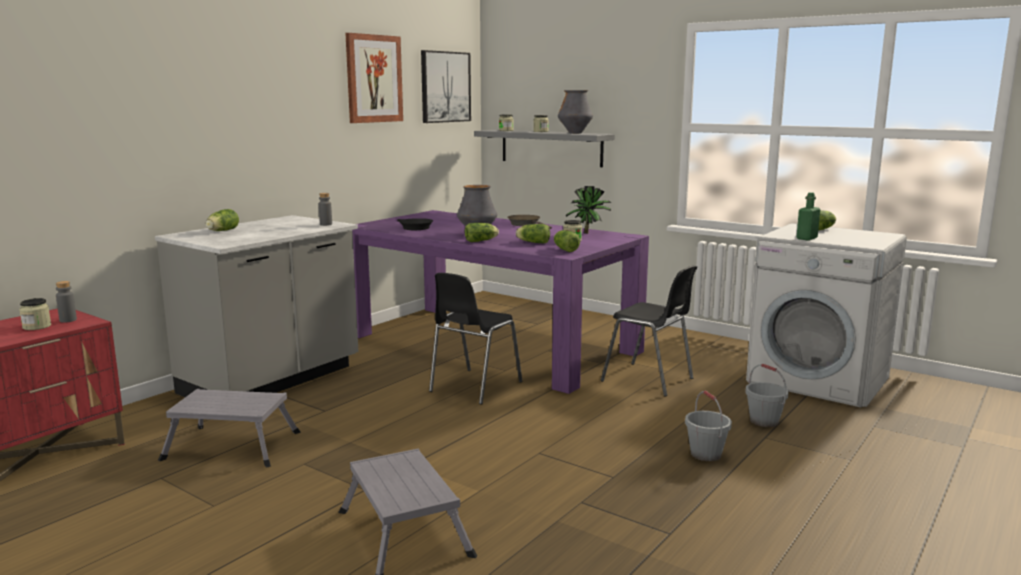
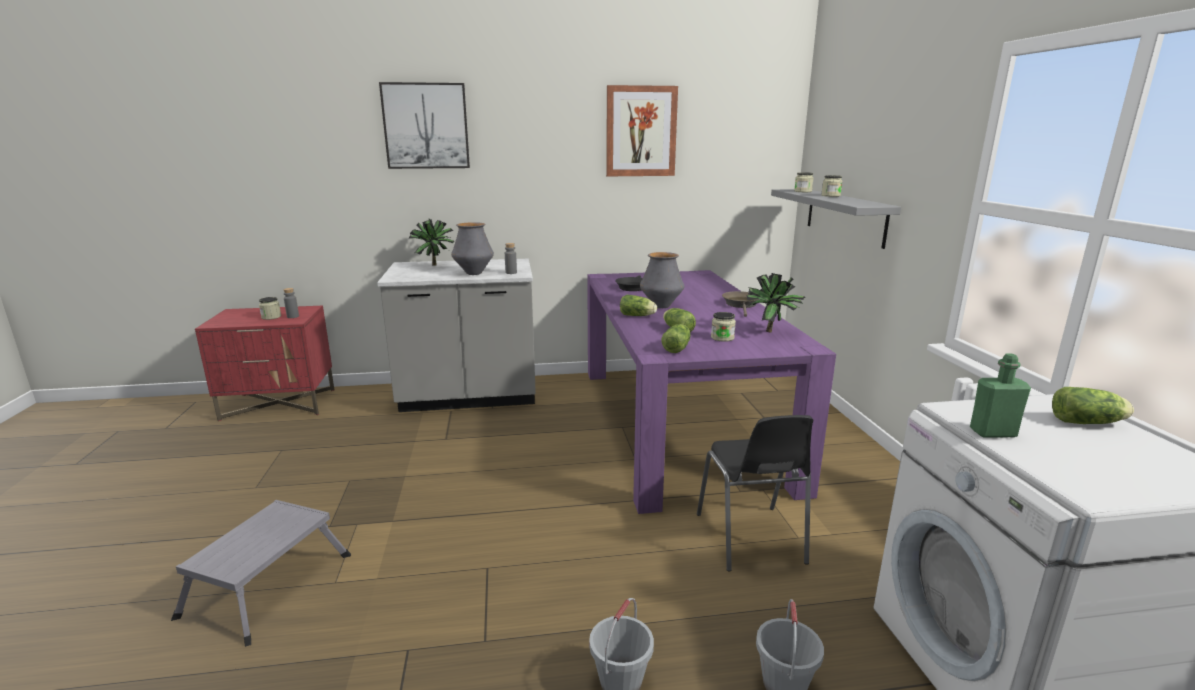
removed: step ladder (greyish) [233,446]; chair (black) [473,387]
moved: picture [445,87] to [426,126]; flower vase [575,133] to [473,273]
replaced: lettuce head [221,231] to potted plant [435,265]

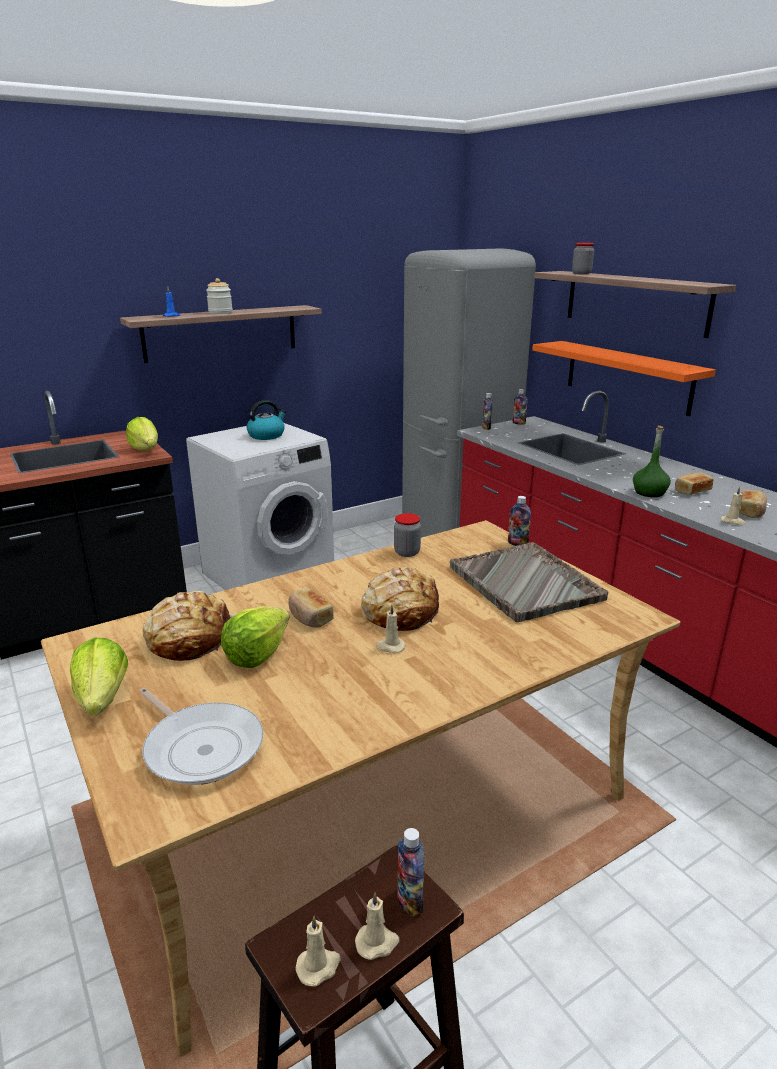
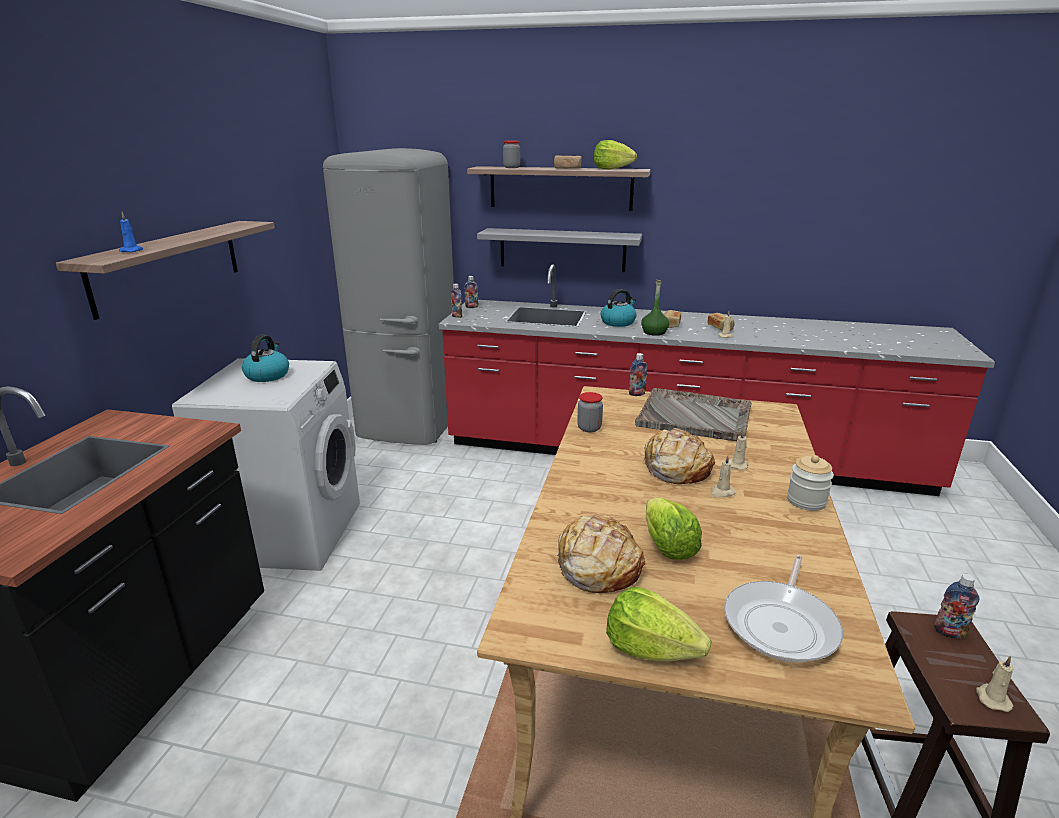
added: tea kettle [618,322]
moved: lettuce head [146,449] to [611,169]; storage jar [220,312] to [806,501]; bakery bread [310,618] to [567,168]; wax candle (beige-coloured) [377,942] to [738,465]
recoloured: bracket shelf (orangey) [627,376] to bracket shelf (greyish) [562,250]
turned: skillet [201,747] = [782,624] 120 degrees clockwise

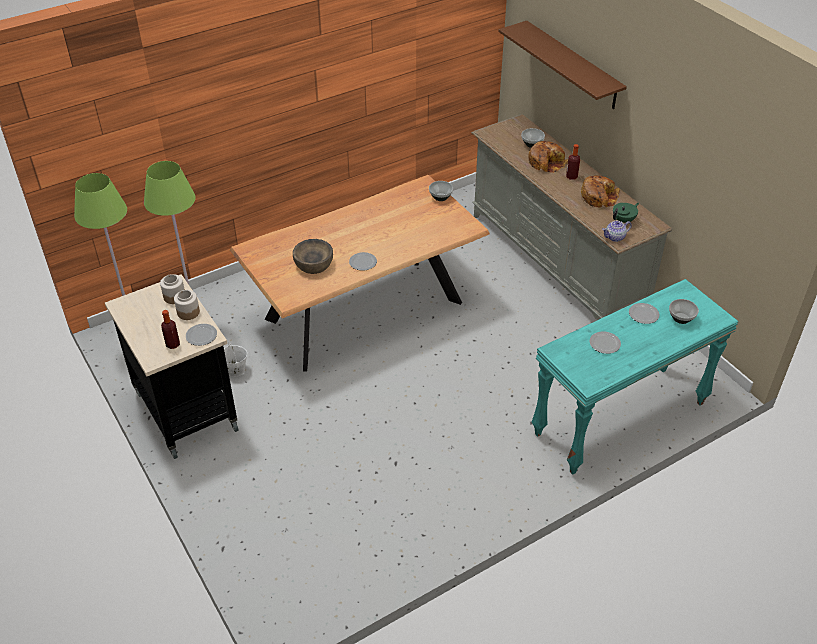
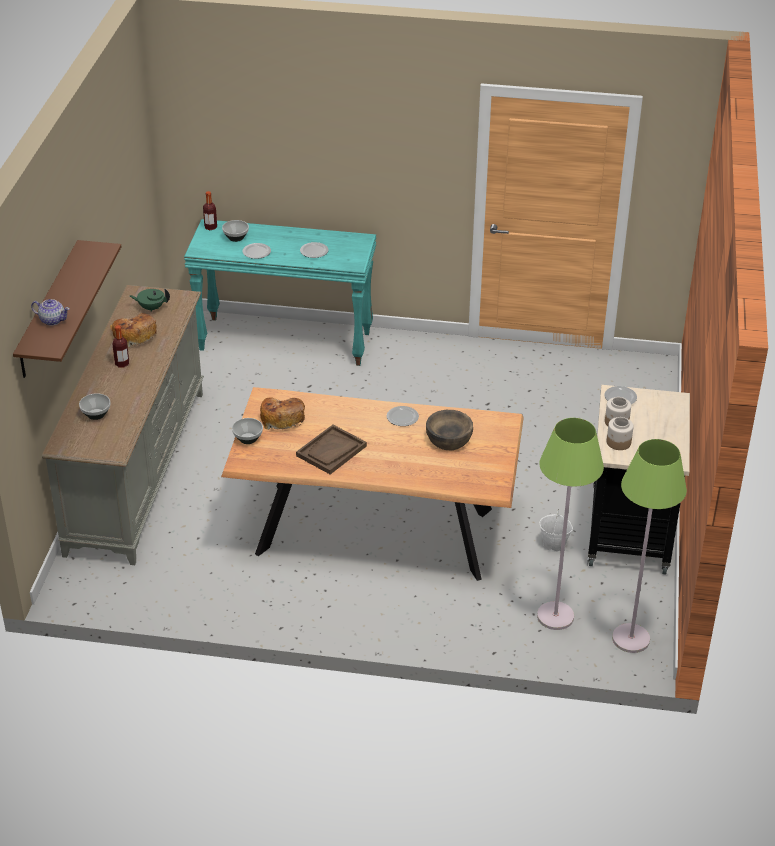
added: carrying tray (brown-coloured) [331,451]
moved: beverage bottle [173,344] to [210,227]; bakery bread [546,162] to [282,418]; teapot [615,237] to [52,320]

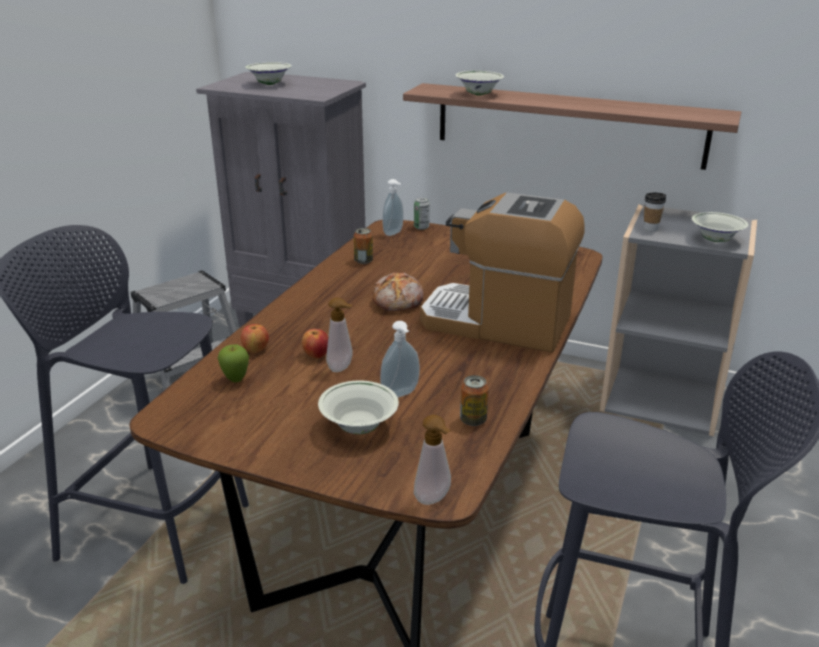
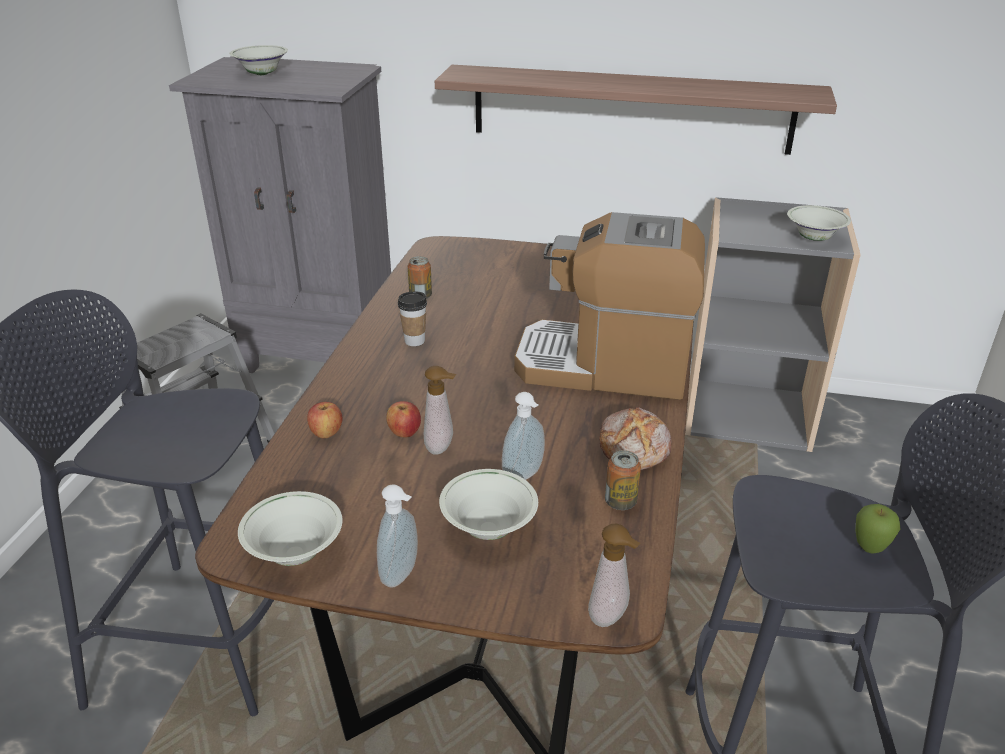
removed: sealed can [421,227]
moved: apple [236,380] to [869,549]; bakery bread [399,301] to [635,448]; soap bottle [394,233] to [402,575]; bowl (white) [478,94] to [295,553]; drinking cup [650,229] to [414,341]

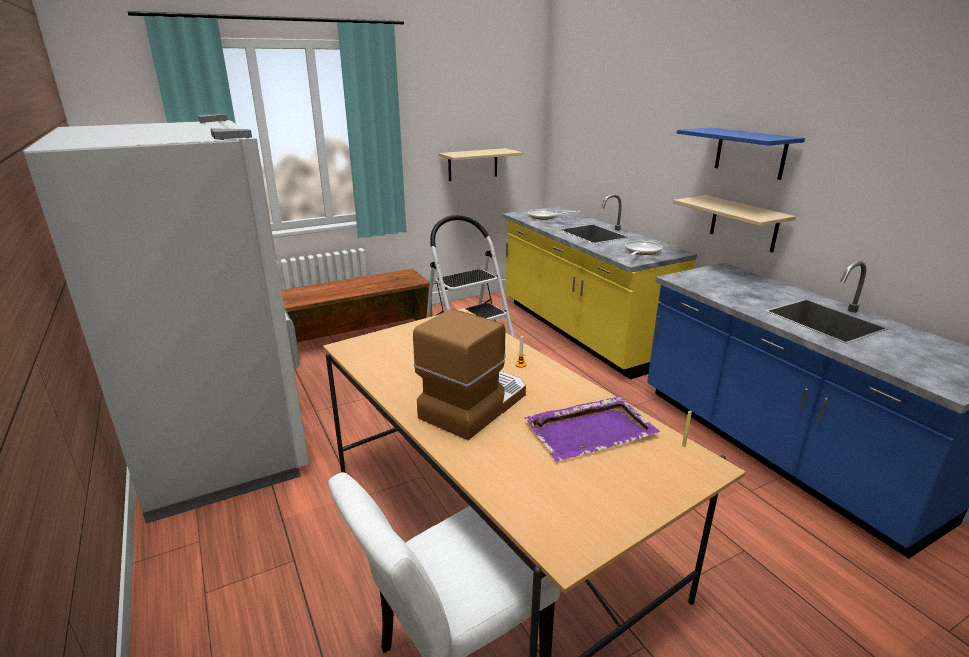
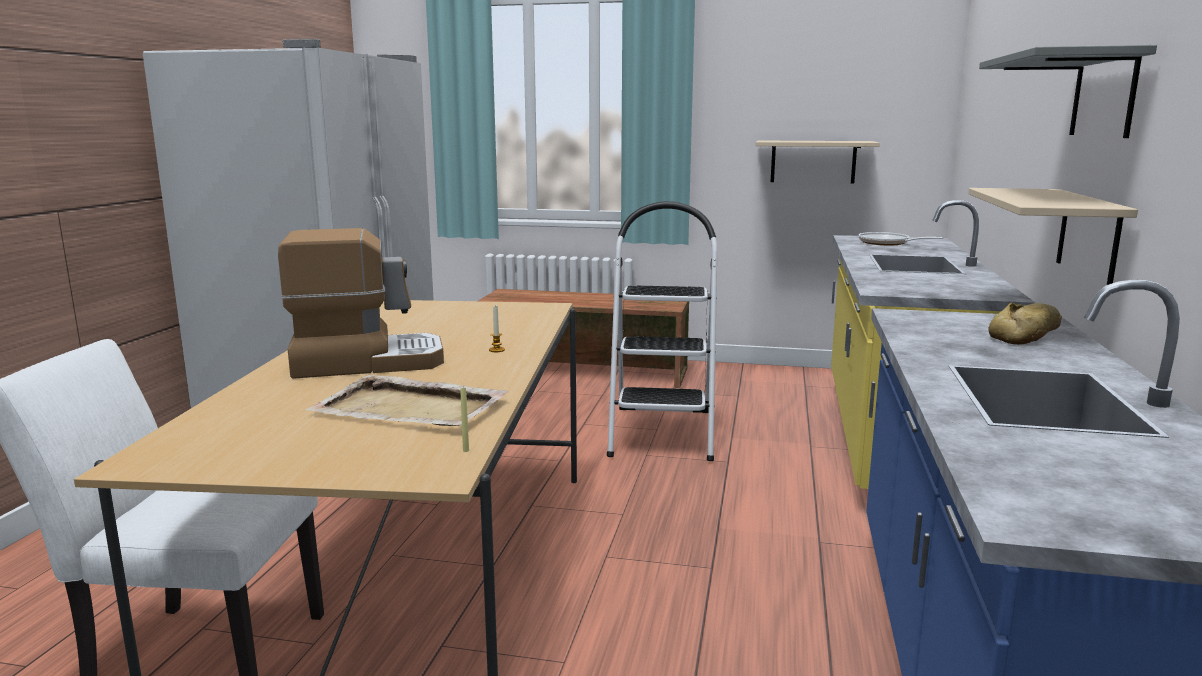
removed: skillet [641,252]
added: bakery bread [1028,334]
recoloured: carrying tray (purple-coloured) [591,430] to carrying tray (beige-coloured) [411,408]; bracket shelf (bluish) [750,153] to bracket shelf (greyish) [1103,95]

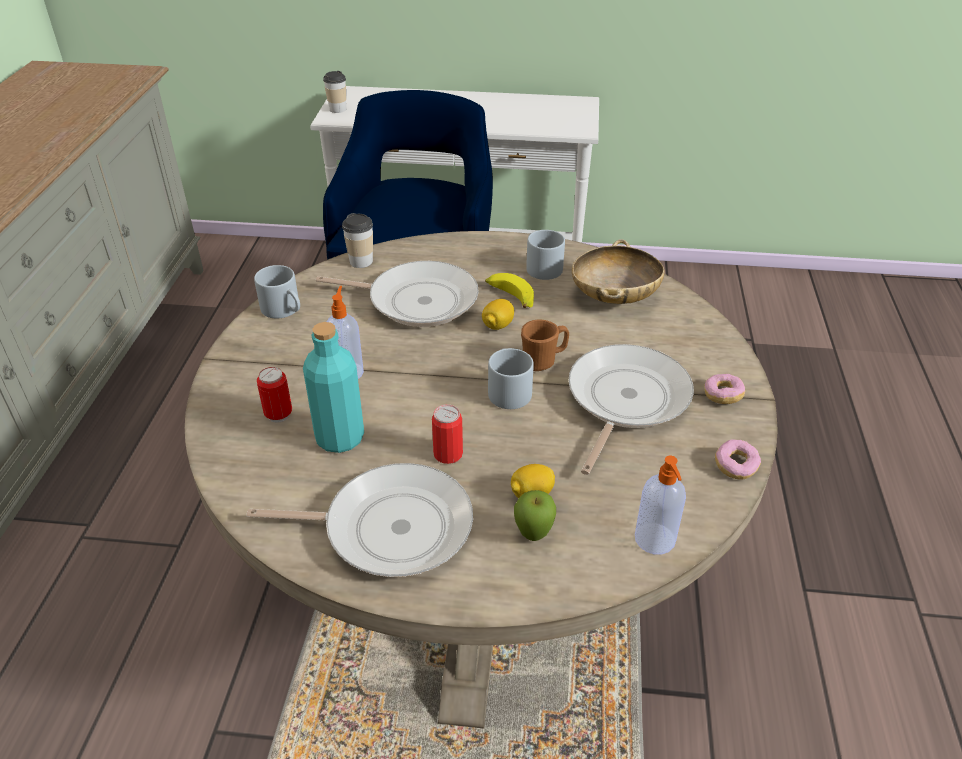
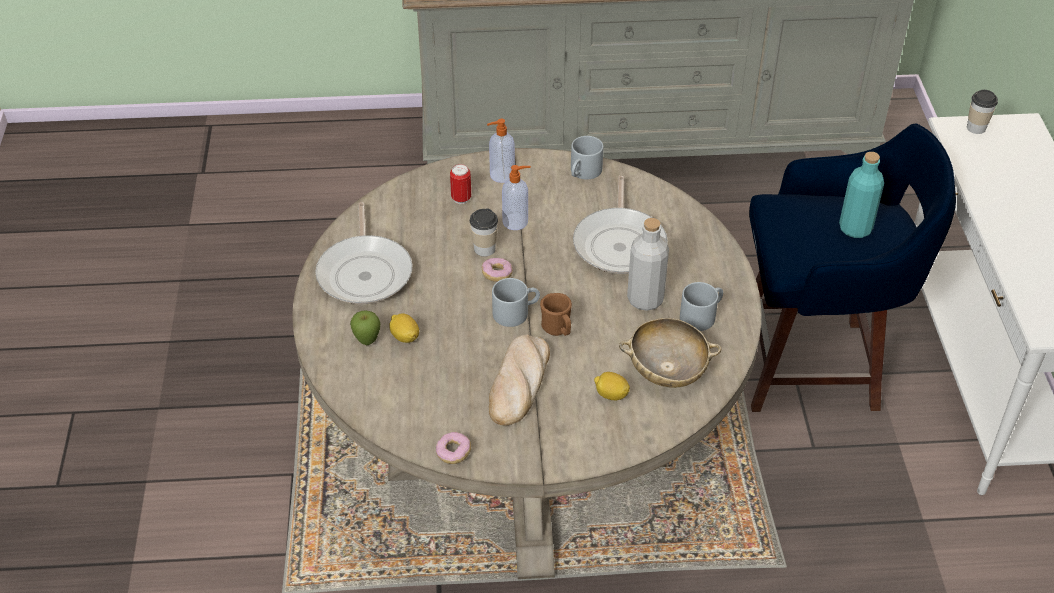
removed: sealed can [448,454]
moved: beverage bottle (blue-green) [340,438] to [855,228]; drinking cup [361,261] to [484,249]; lemon [498,326] to [611,395]; soap bottle [655,540] to [501,175]; ring doughnut [722,395] to [497,275]
replaced: banana [509,296] to beverage bottle (greyish) [645,299]; skillet [625,400] to bakery bread [519,383]

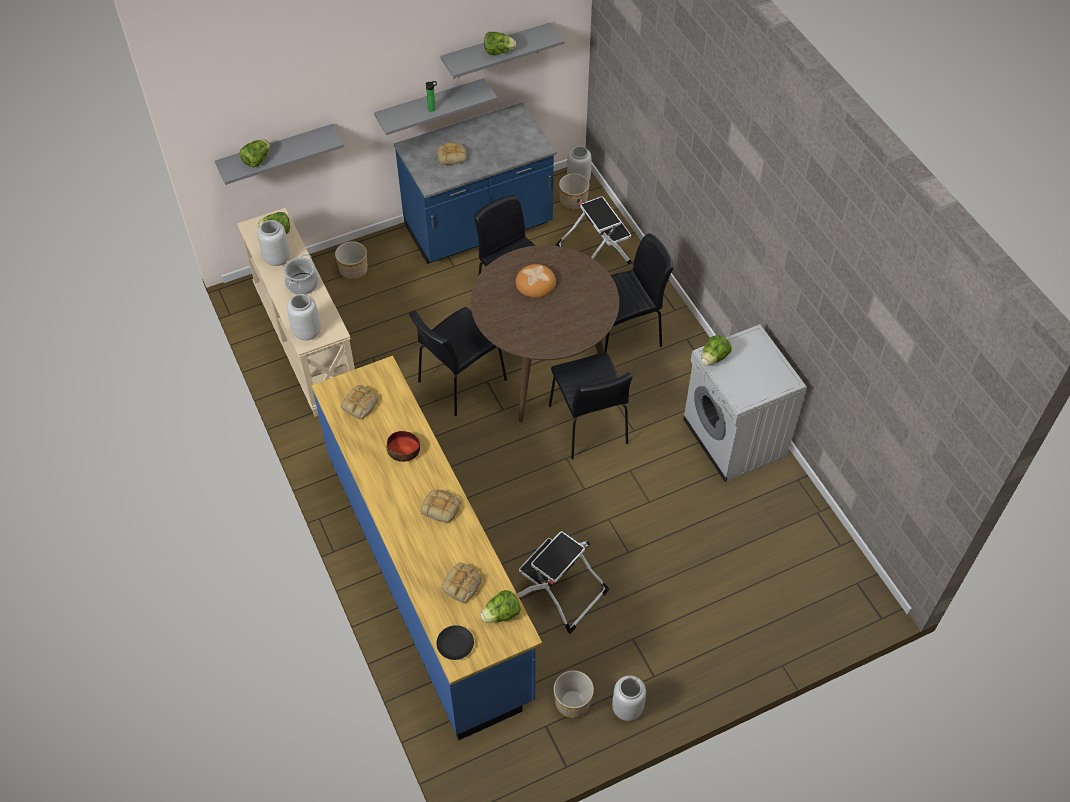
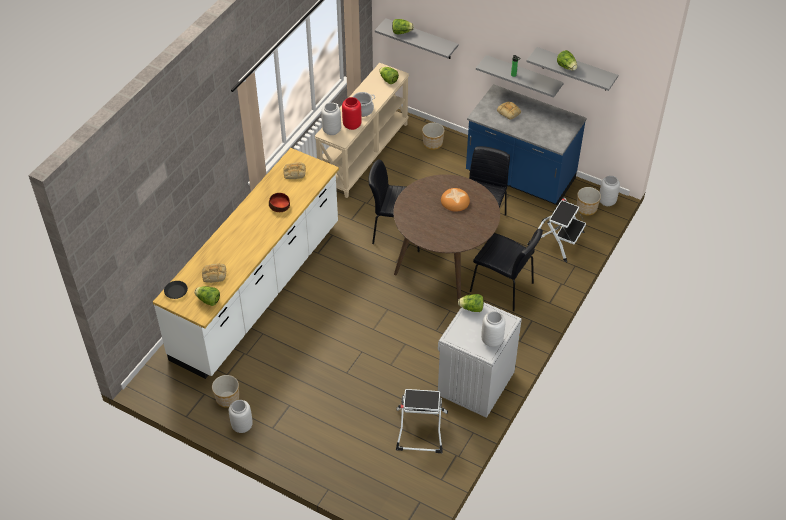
removed: bakery bread [442,507]; chair (black) [589,427]
added: flower vase (red-coloured) [352,125]
moved: flower vase (greyish) [276,258] to [491,340]; step ladder [561,590] to [420,428]
recoloured: counter (bluish) [428,575] to counter (white) [258,291]

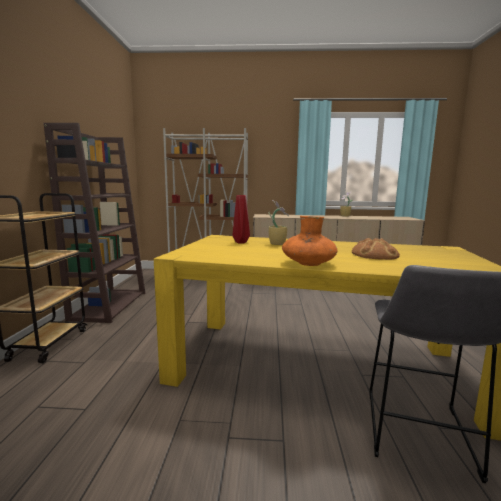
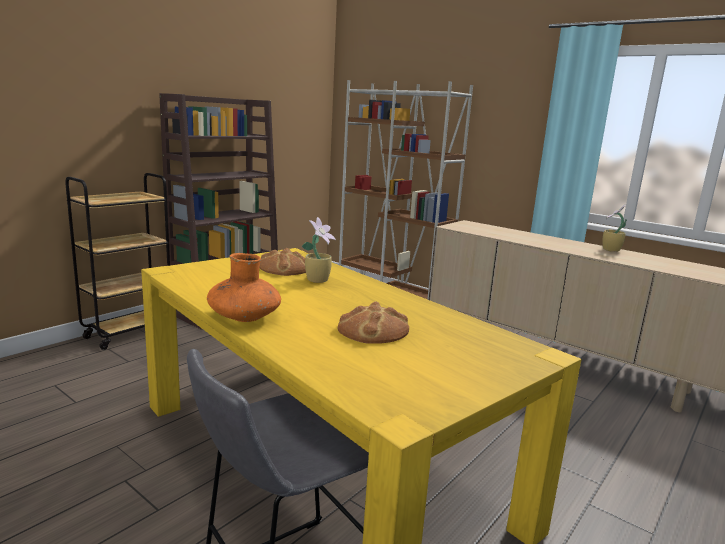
replaced: flower vase (red-coloured) [241,242] to bakery bread [285,268]

